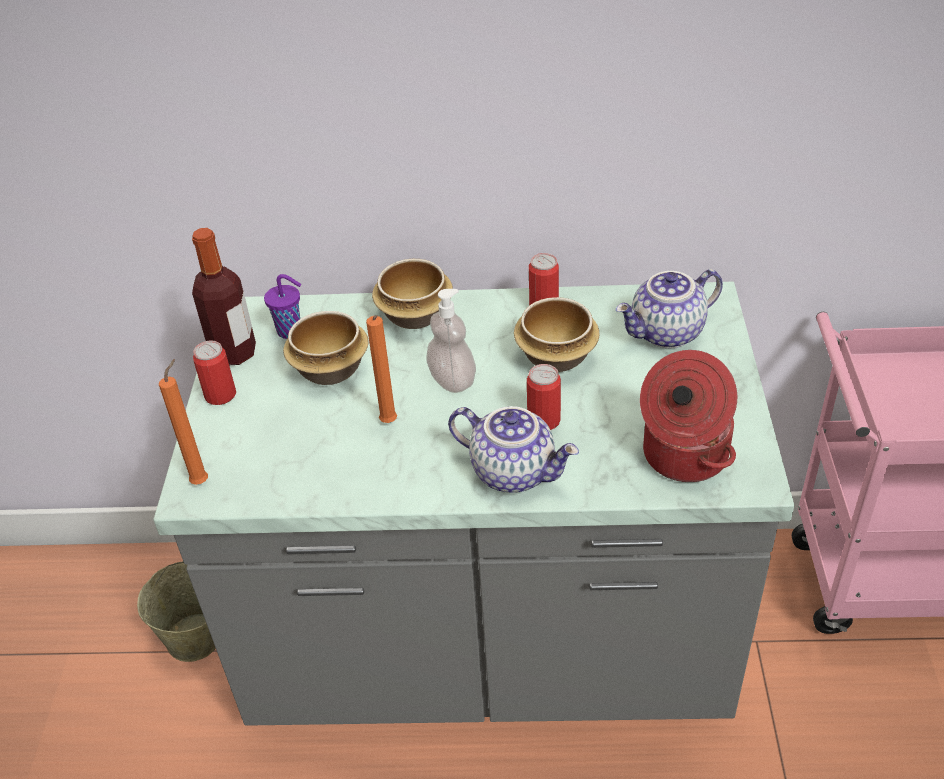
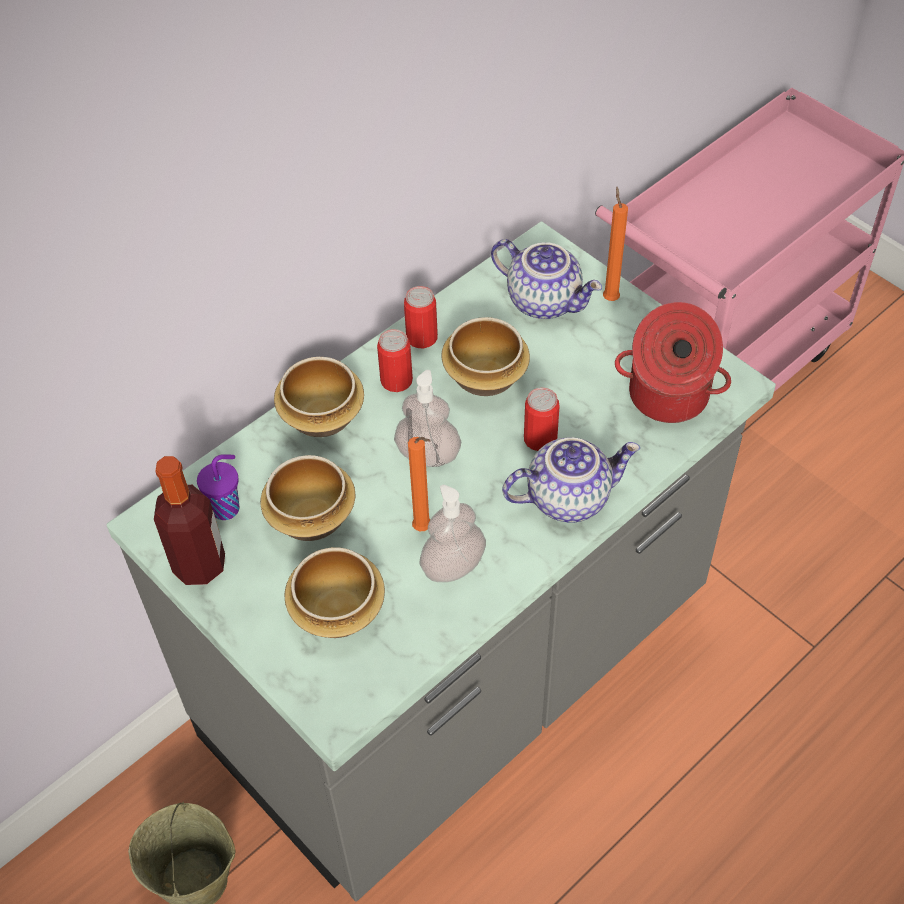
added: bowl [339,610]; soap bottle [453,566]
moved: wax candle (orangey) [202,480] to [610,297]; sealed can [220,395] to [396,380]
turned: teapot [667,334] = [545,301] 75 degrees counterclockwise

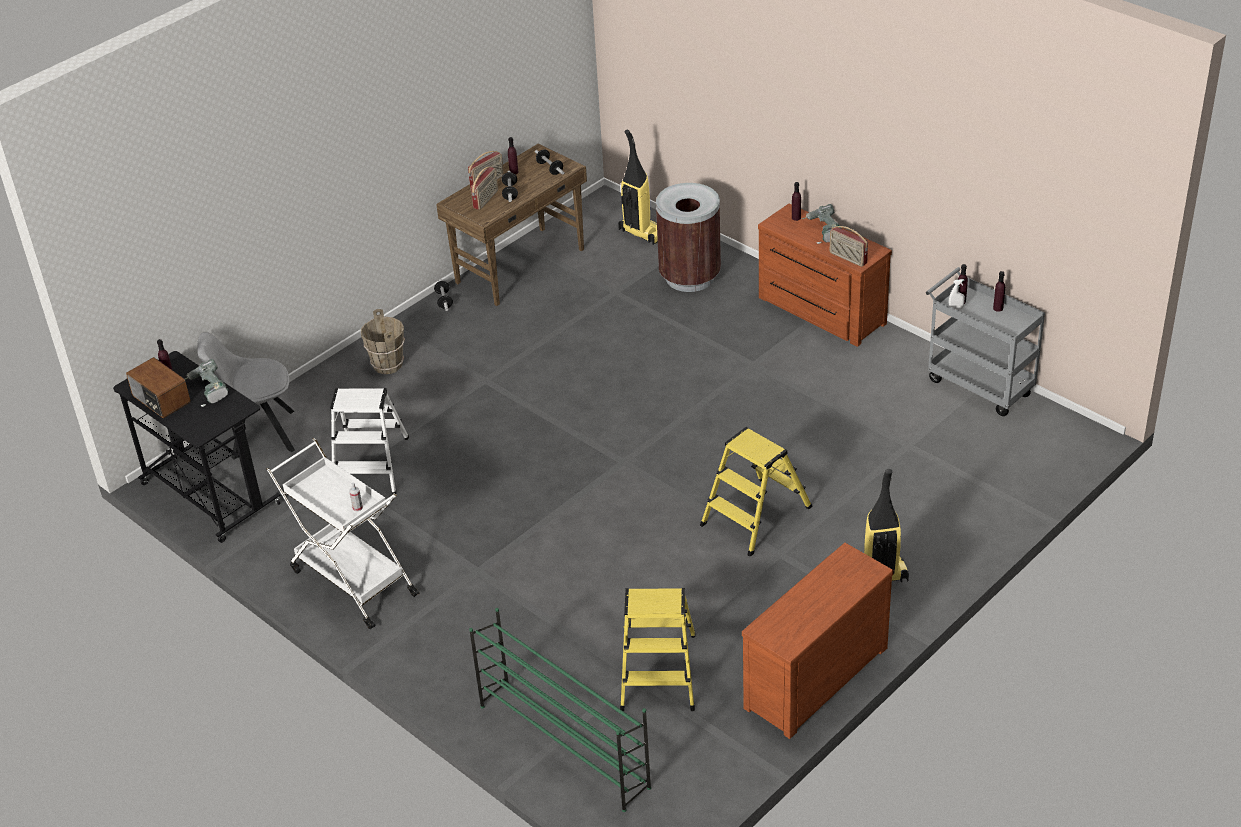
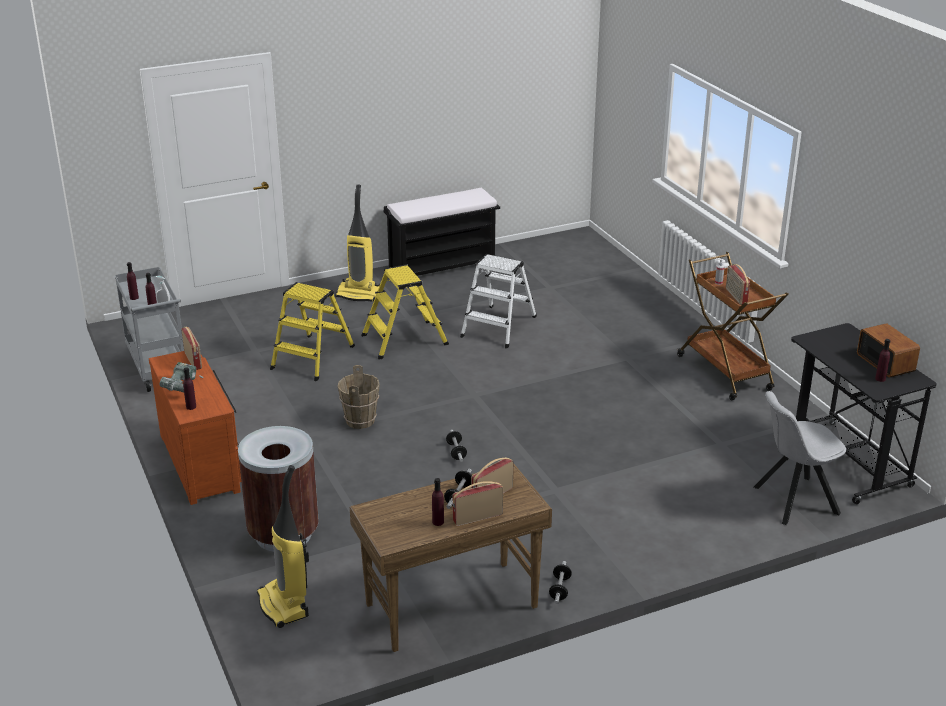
removed: power drill [208,391]; shoe stand (greenish) [563,745]
added: radio set [735,296]
moved: step ladder (white) [370,466] to [499,326]; pail (brown-coloured) [387,365] to [360,421]; dumbbell [550,168] to [456,452]; step ladder (yellow-coloured) [658,671] to [312,357]
replaced: drawer chest (brown-coloured) [813,675] to long seat (black) [443,266]
recoloured: wheeled cart (white) [353,582] to wheeled cart (brown-coloured) [724,373]
turned: chair (greyish) [260,434] = [793,500] 150 degrees clockwise

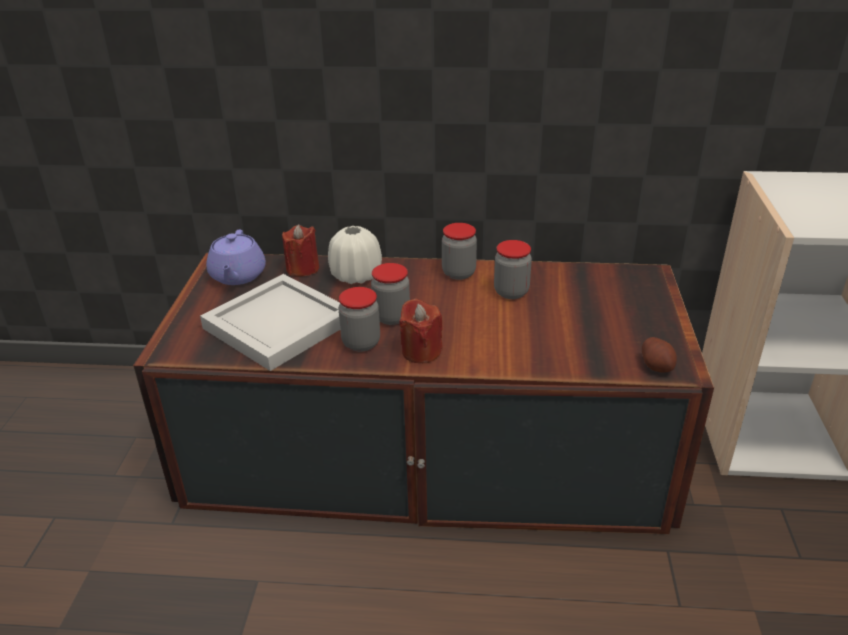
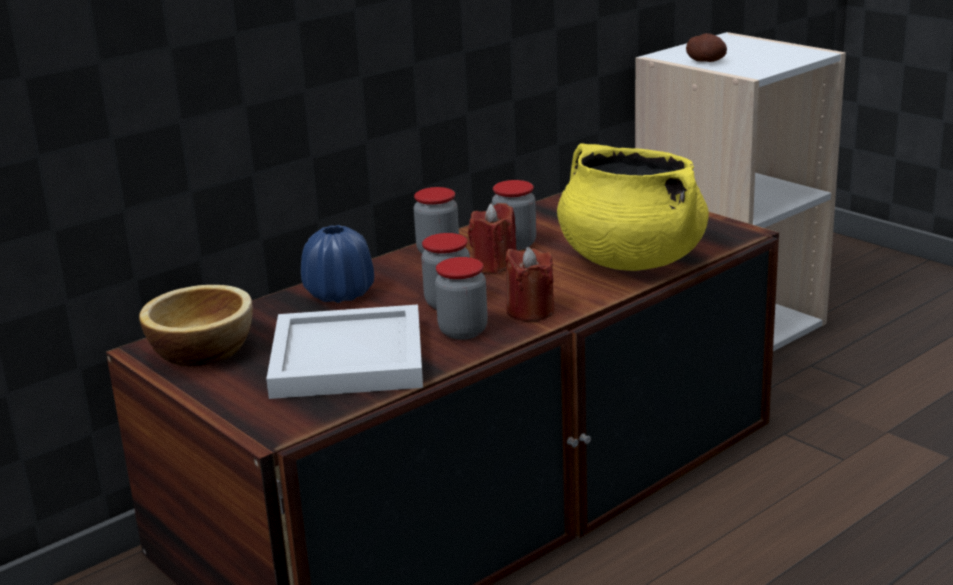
added: cooking pot (yellow-coloured) [630,260]
moved: wax candle (red-coloured) [302,269] to [494,265]; spud [657,366] to [706,61]
replaced: teapot (purple-coloured) [237,276] to bowl [202,349]
recoloured: flower vase (white) [356,276] to flower vase (bluish) [339,294]

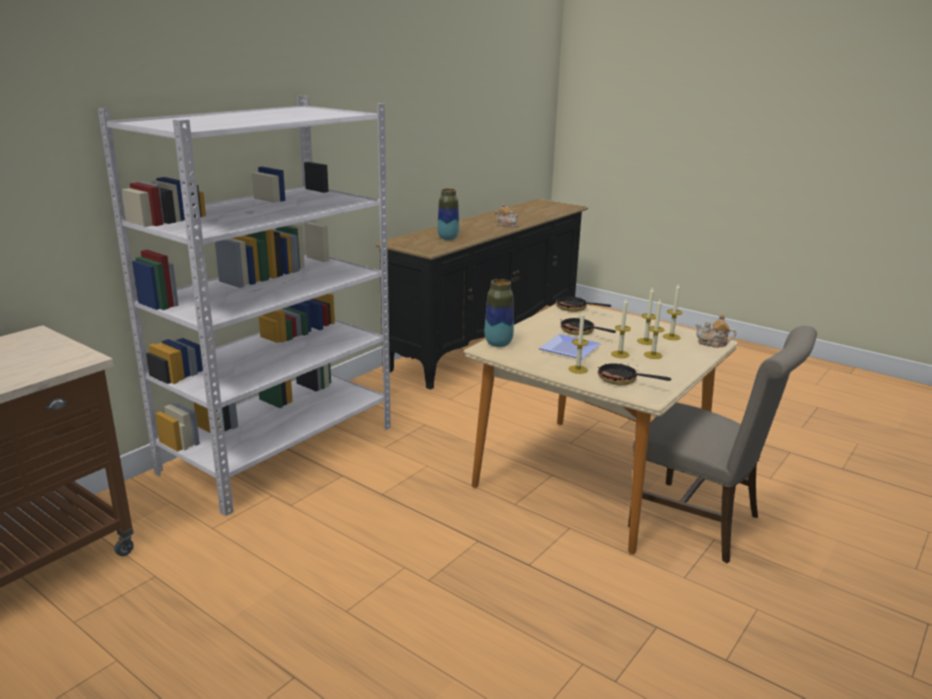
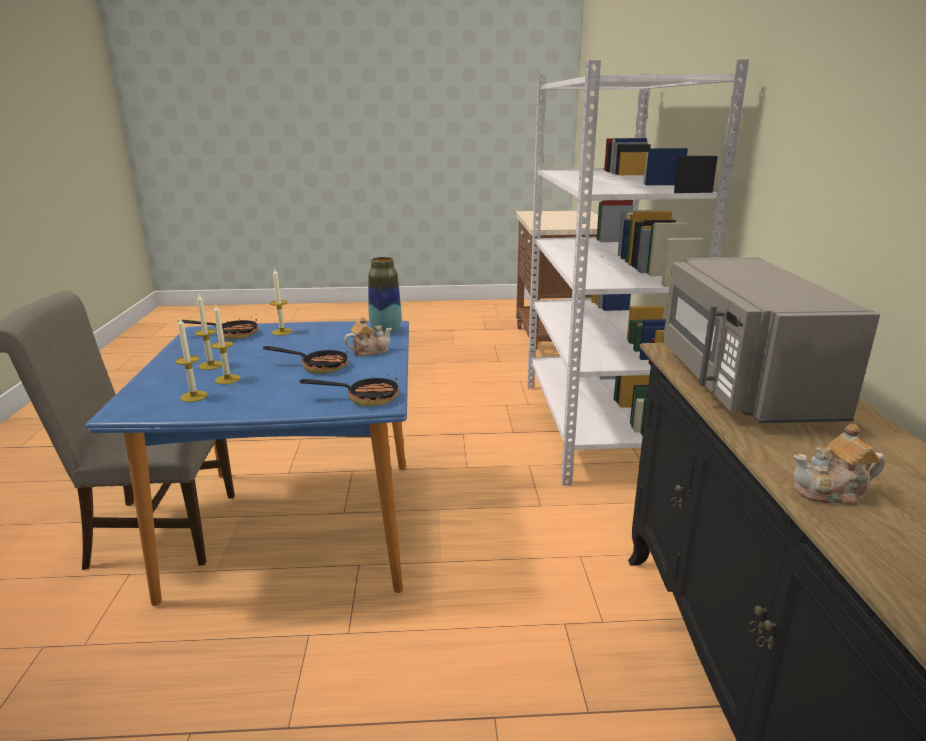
removed: flat dish [572,349]; wax candle [620,354]
moved: teapot [713,343] to [369,351]
replaced: flower vase [448,238] to microwave (greyish) [740,383]
recoloured: dinner table (beige-coloured) [591,480] to dinner table (bluish) [297,526]

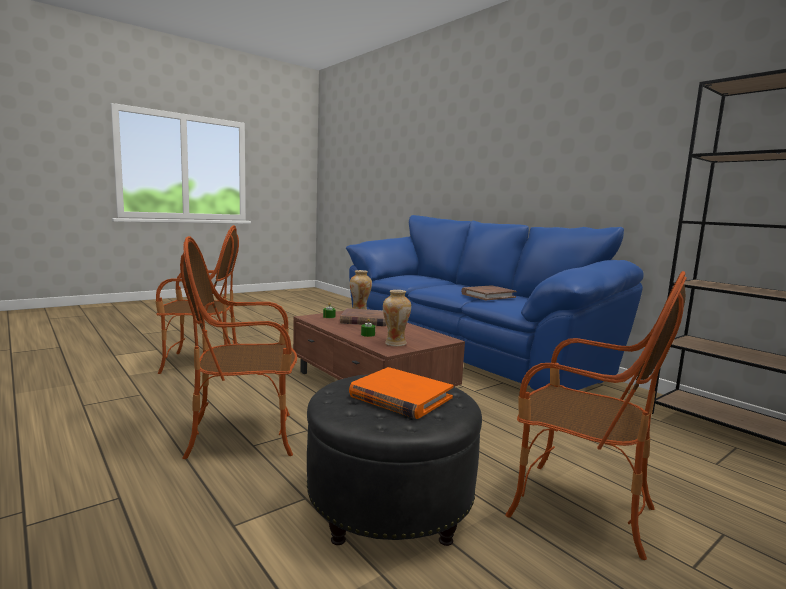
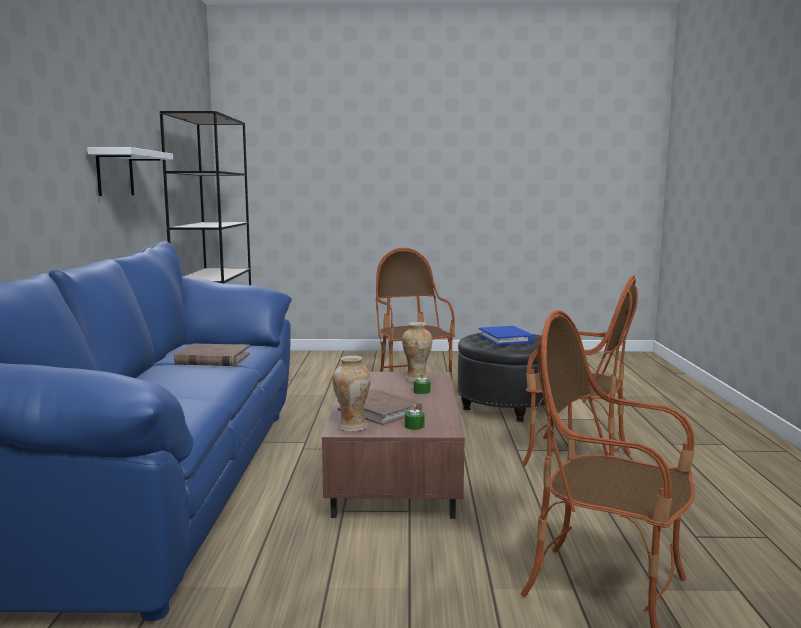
added: bracket shelf (white) [115,173]
recoloured: book (orangey) [400,397] to book (bluish) [506,338]

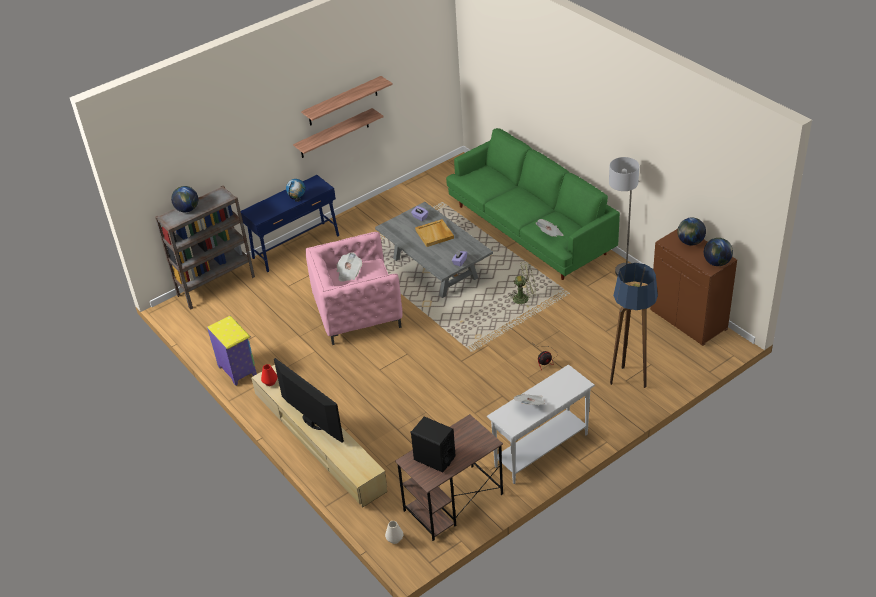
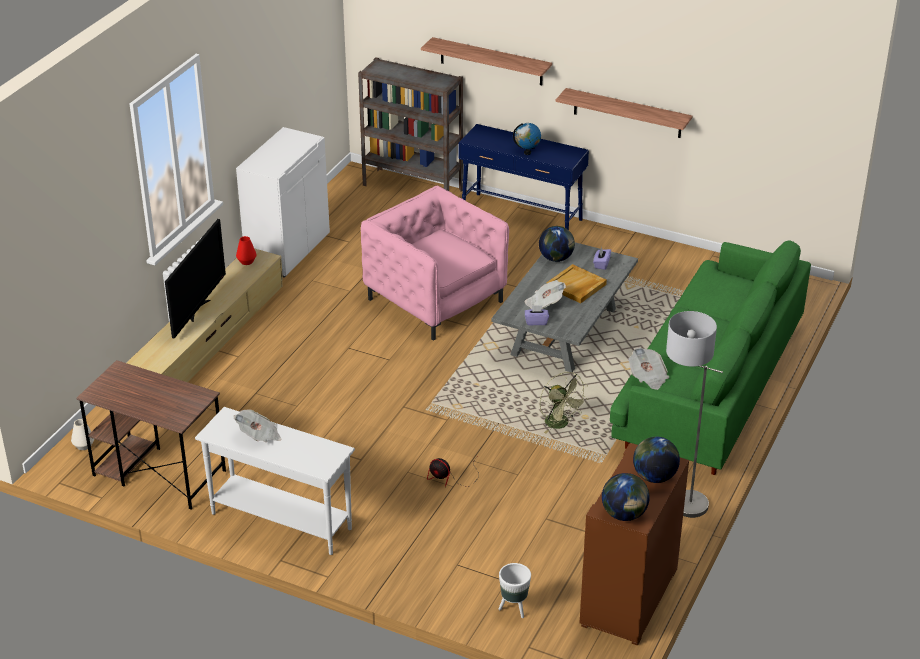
removed: speaker (black) [434,458]; standard lamp [629,380]
added: plant pot (white) [514,609]
moved: globe [187,209] to [556,258]; bracket shelf [342,101] to [491,61]; daily paper [349,273] to [544,304]
replaced: nightstand [237,369] to storage cabinet (white) [287,249]

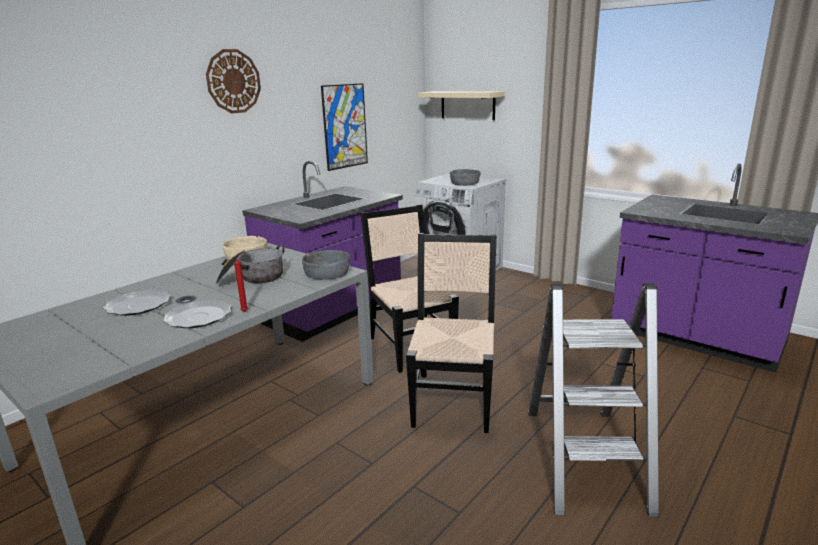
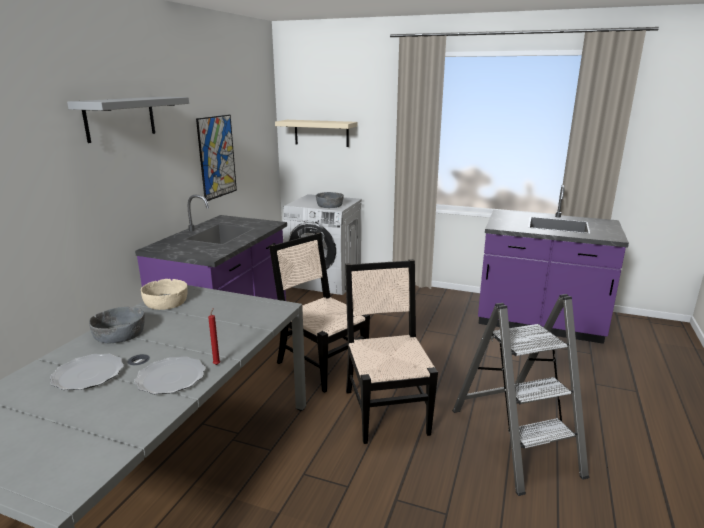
removed: cooking pot [252,278]
moved: bowl (greyish) [327,273] to [120,333]
replaced: clock on the wall [233,81] to bracket shelf (greyish) [120,118]

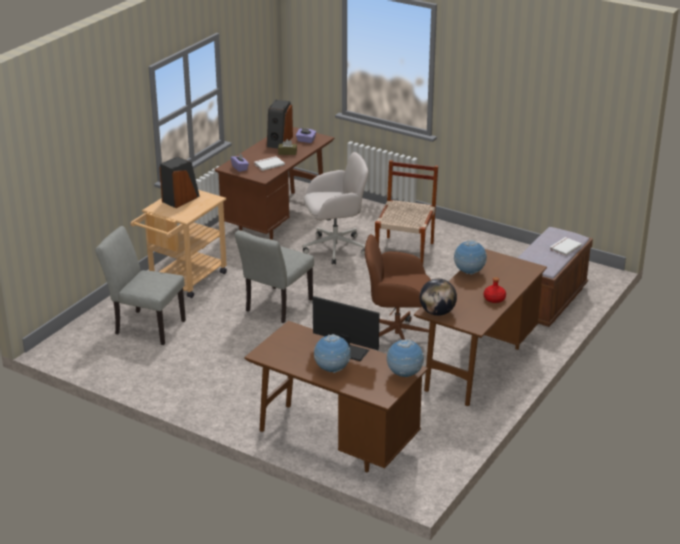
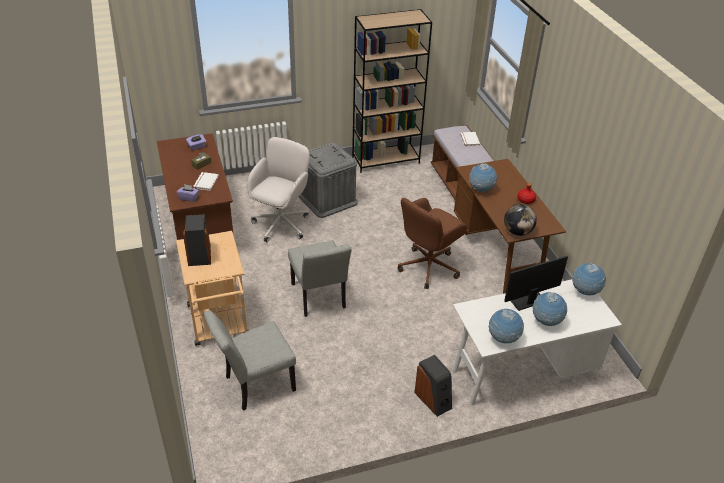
added: bookcase (beige-coloured) [386,160]; globe [503,339]
moved: speaker [279,141] to [433,399]
replaced: chair [405,251] to storage bin (greyish) [327,199]
recoloured: desk (brown-coloured) [335,441] to desk (white) [522,372]

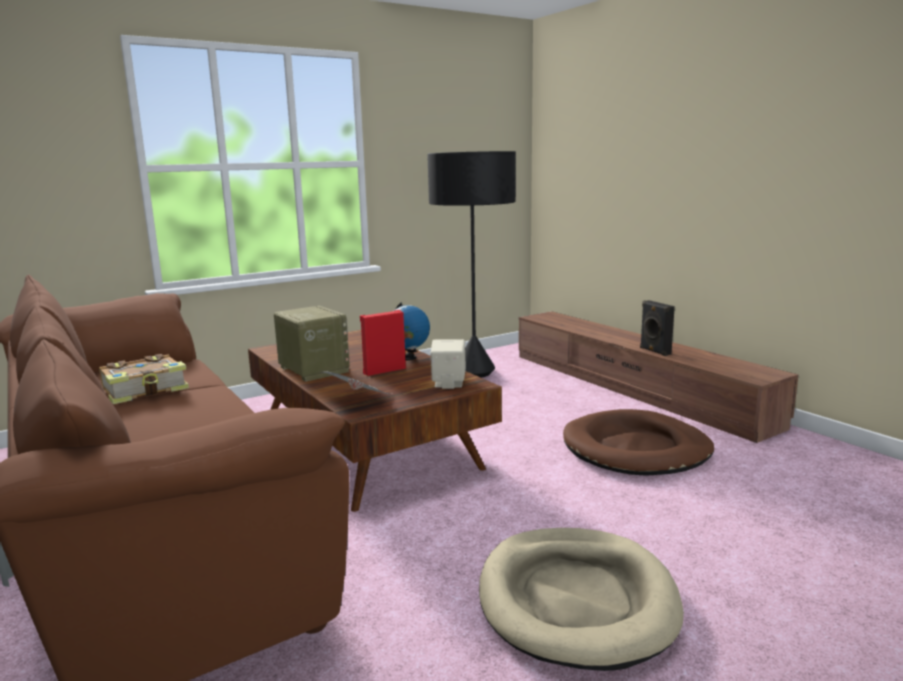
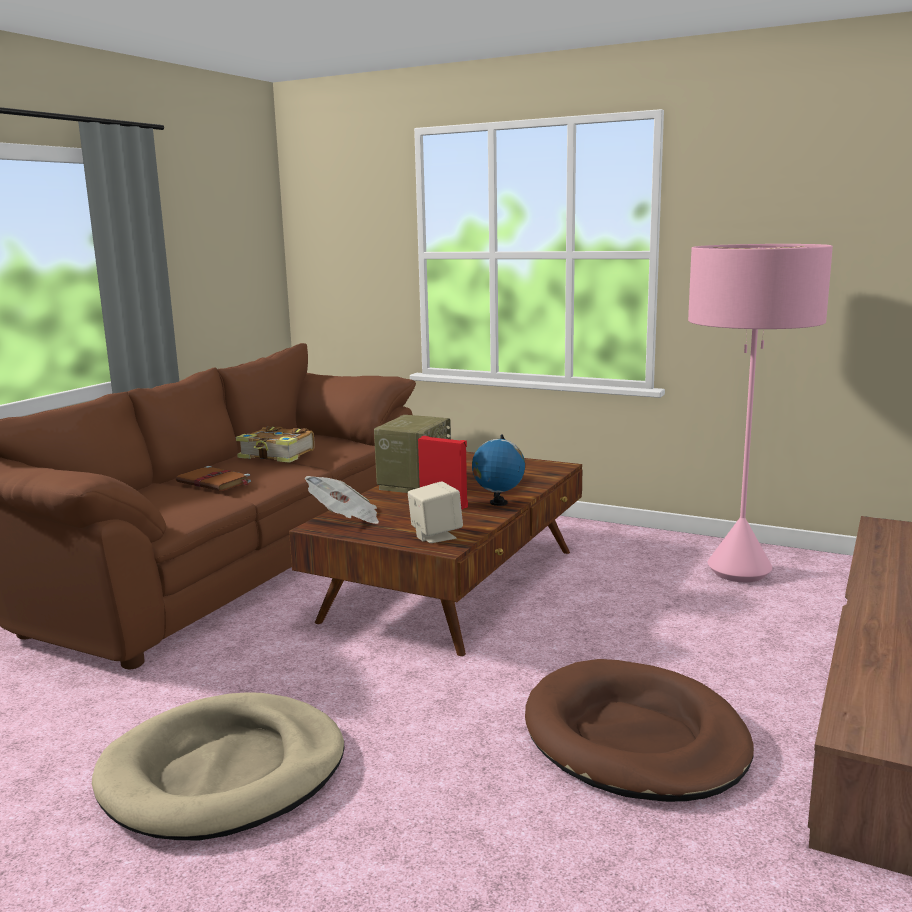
removed: speaker (black) [654,351]
added: book (brown-coloured) [214,482]
recoloured: standard lamp (black) [474,373] to standard lamp (pink-coloured) [739,573]

